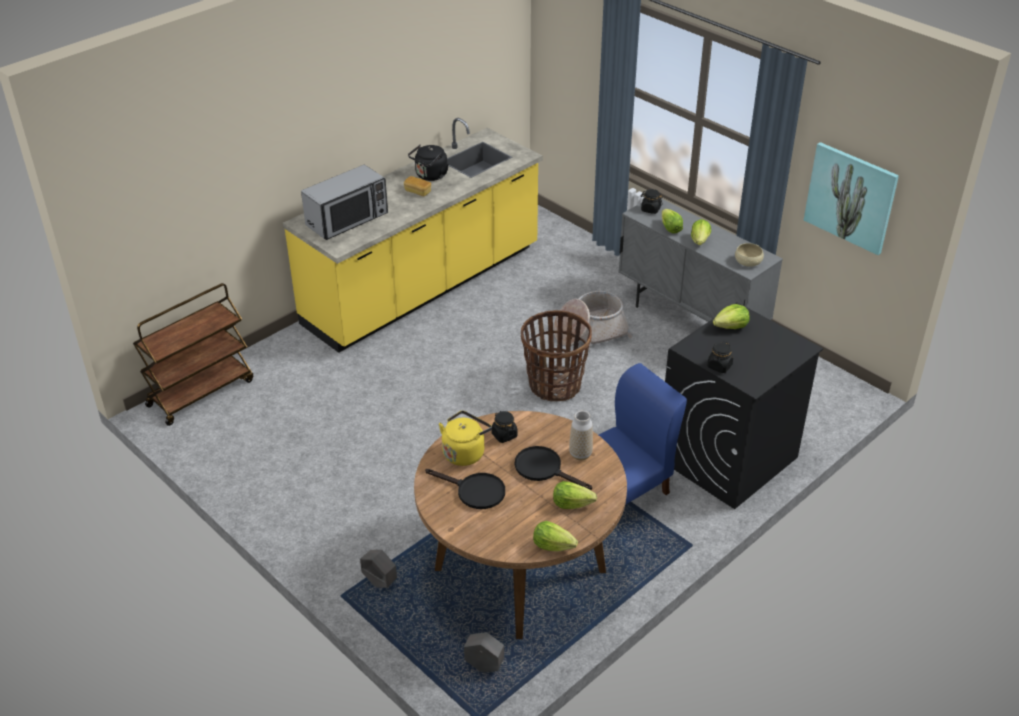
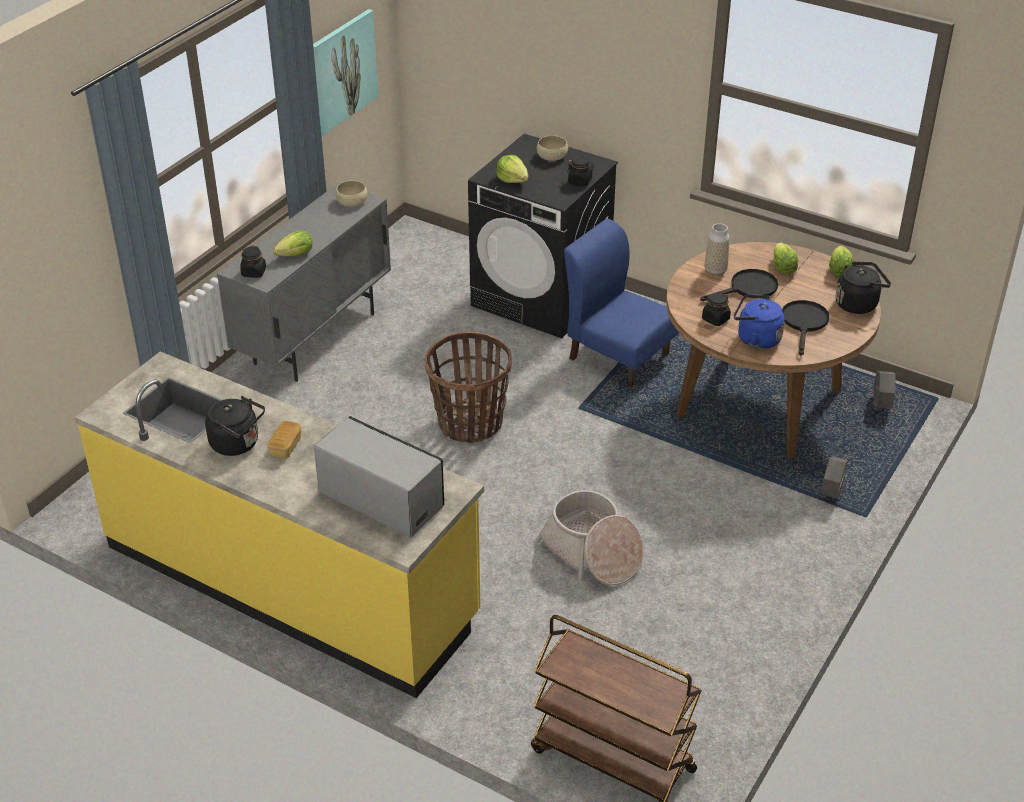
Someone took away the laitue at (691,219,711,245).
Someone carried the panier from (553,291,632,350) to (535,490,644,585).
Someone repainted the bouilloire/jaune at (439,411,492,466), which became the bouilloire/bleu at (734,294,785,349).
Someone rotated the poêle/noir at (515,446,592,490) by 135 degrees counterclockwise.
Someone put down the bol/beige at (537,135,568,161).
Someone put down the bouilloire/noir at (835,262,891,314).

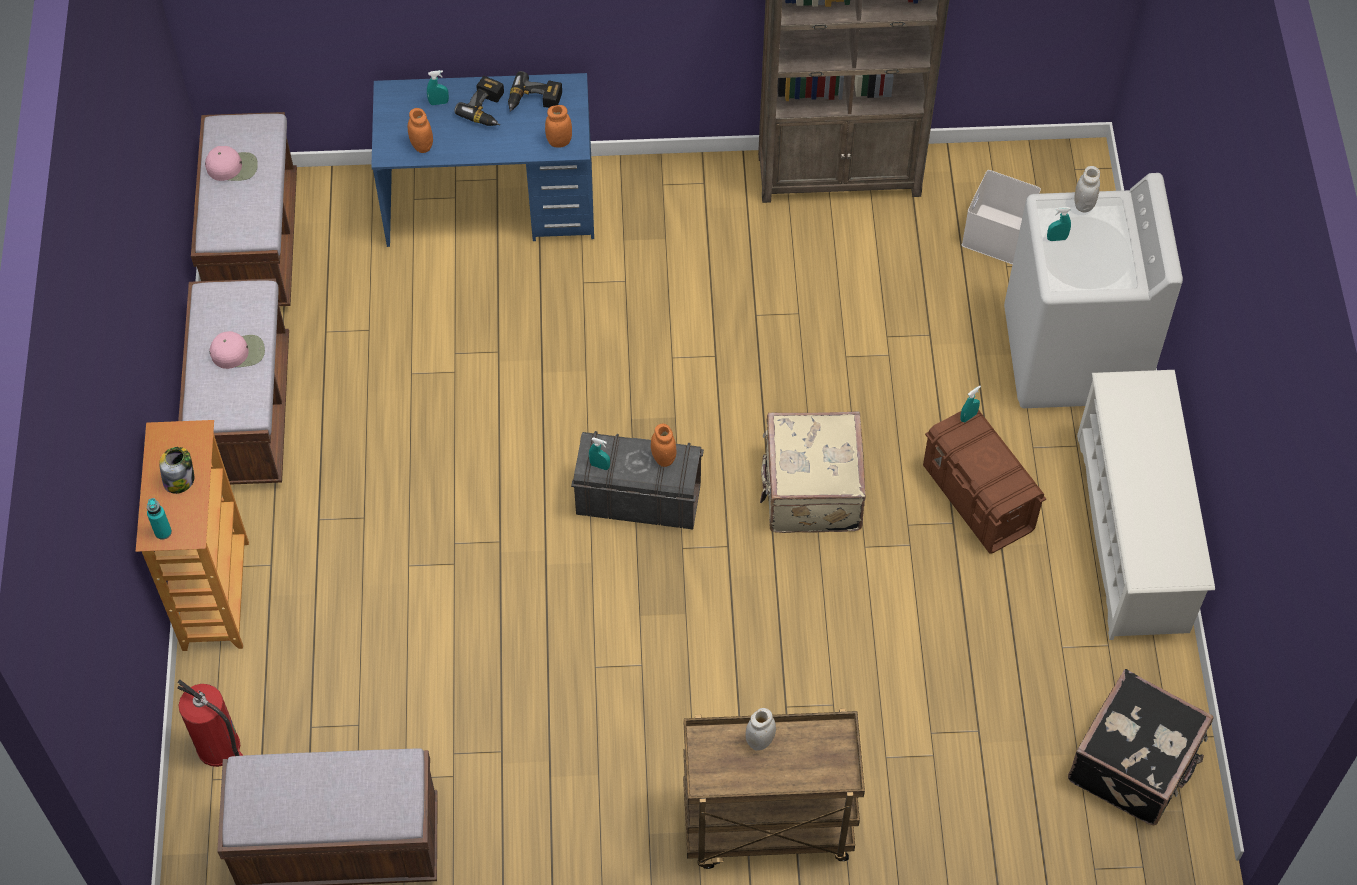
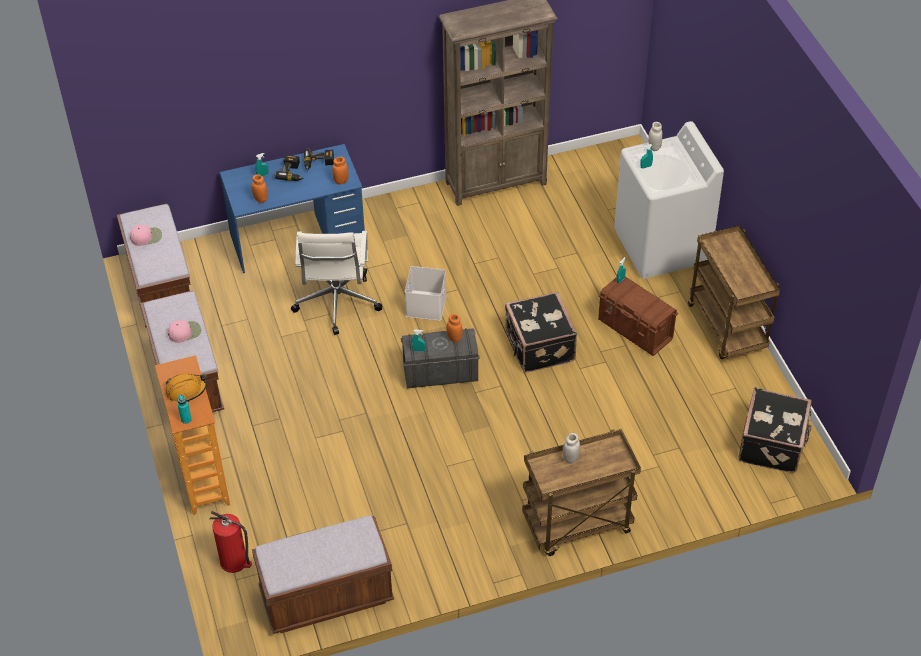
Someone carried the boîte de rangement/blanc from (962,170,1041,264) to (405,266,447,321).
Someone swapped the étagère à chaussures/blanc at (1077,370,1215,640) for the chariot/marron at (688,225,780,359).
Someone repainted the valise/beige at (760,412,866,533), which became the valise/noir at (505,292,577,372).
Someone swapped the bocal at (159,447,194,494) for the casque de chantier/orange at (165,373,207,402).
Someone put down the chaise de bureau/blanc at (291,231,382,335).

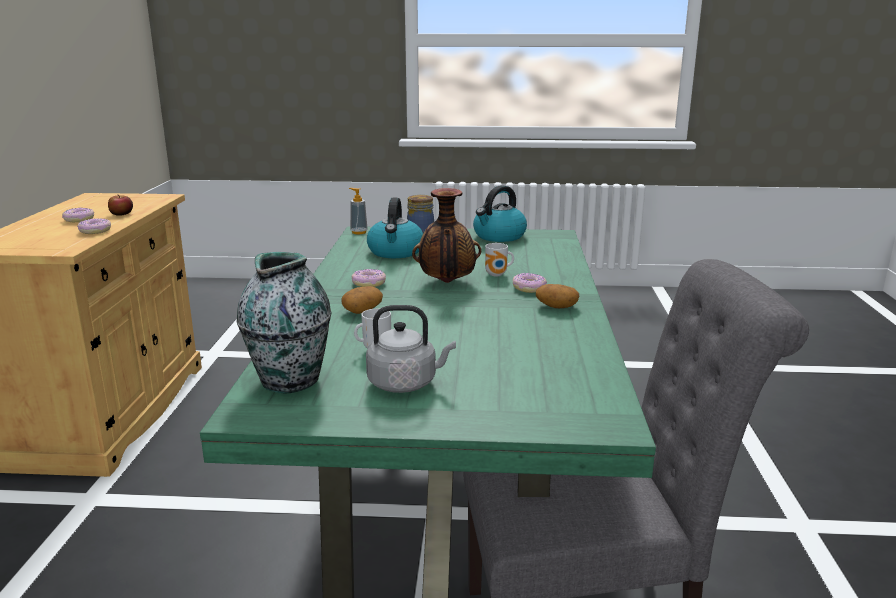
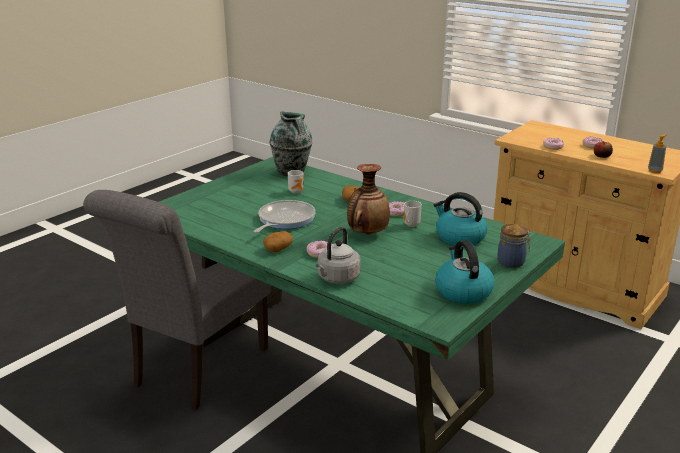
Someone carried the distributeur de savon from (349,188,368,234) to (648,134,666,173).
Someone carried the mug from (485,243,514,276) to (404,201,422,227).
Someone carried the bouilloire/gris from (366,305,456,393) to (316,227,361,284).
Someone put down the poêle at (253,200,316,233).

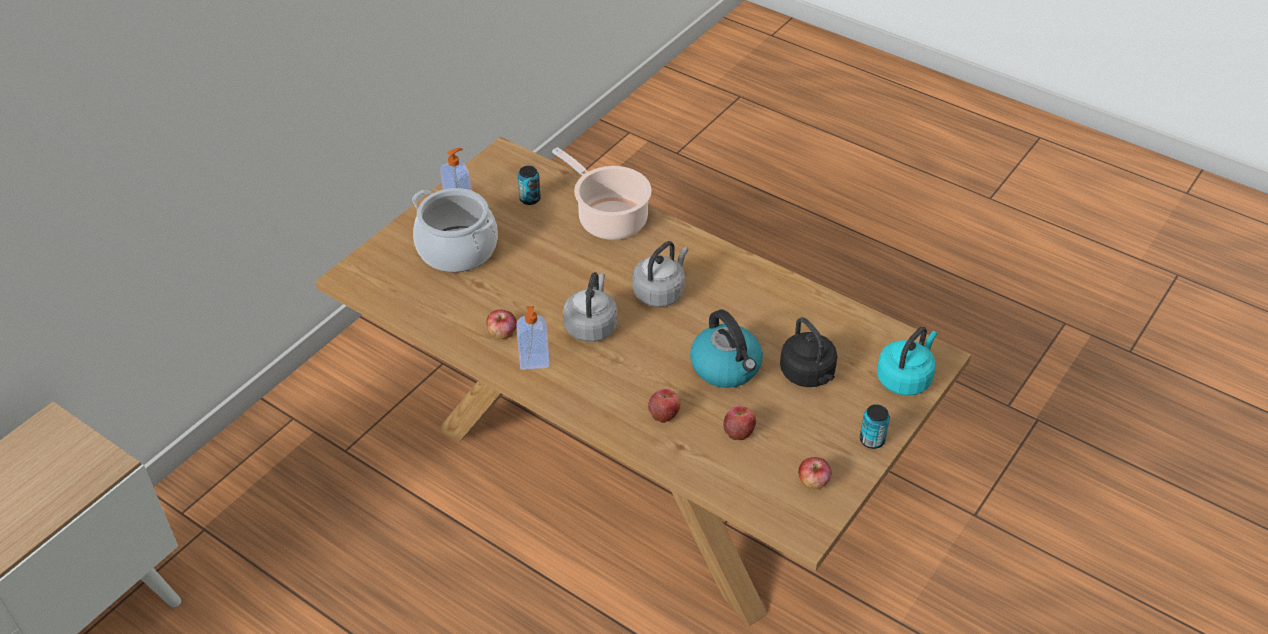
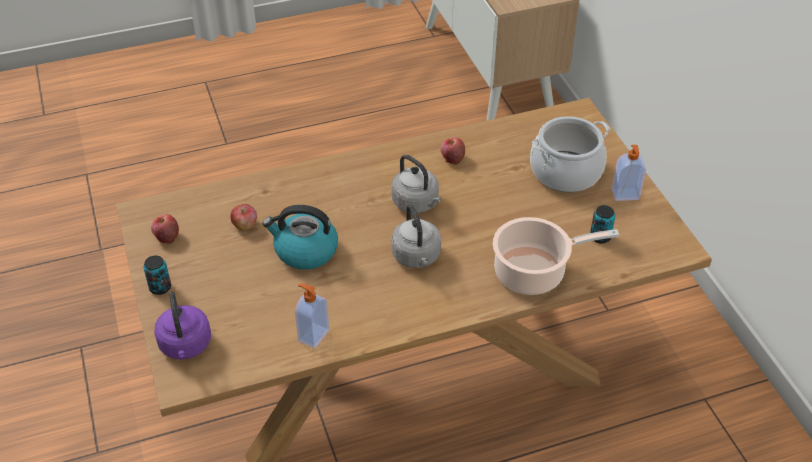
Someone carried the distributeur de savon from (516,306,550,370) to (295,284,329,349).
Someone took away the bouilloire/noir at (780,317,837,387).
Someone repainted the bouilloire/turquoise at (877,327,937,396), which became the bouilloire/violet at (154,291,211,360).
Someone took away the pomme at (648,389,681,423).

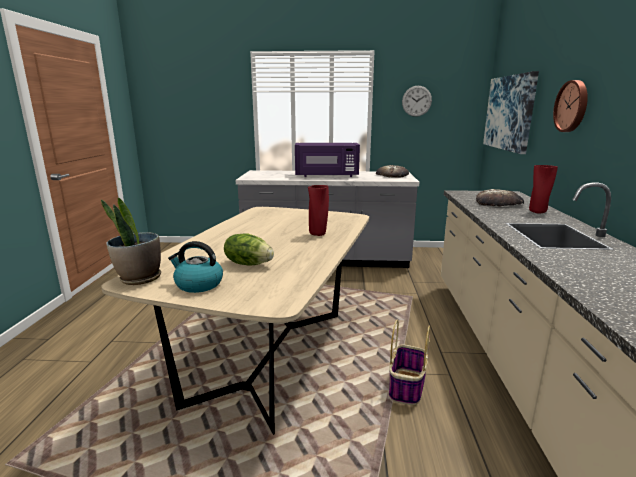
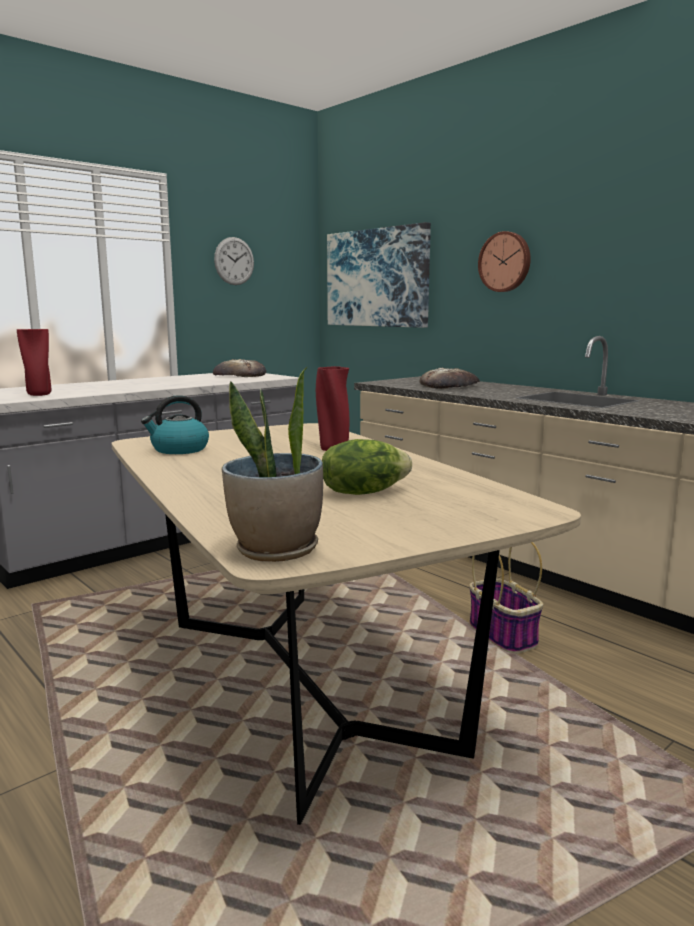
Someone took away the micro-ondes/violet at (295,143,360,177).
Someone carried the vase/rouge from (529,165,558,213) to (17,329,52,396).
Someone carried the bouilloire from (168,241,223,293) to (141,395,209,454).

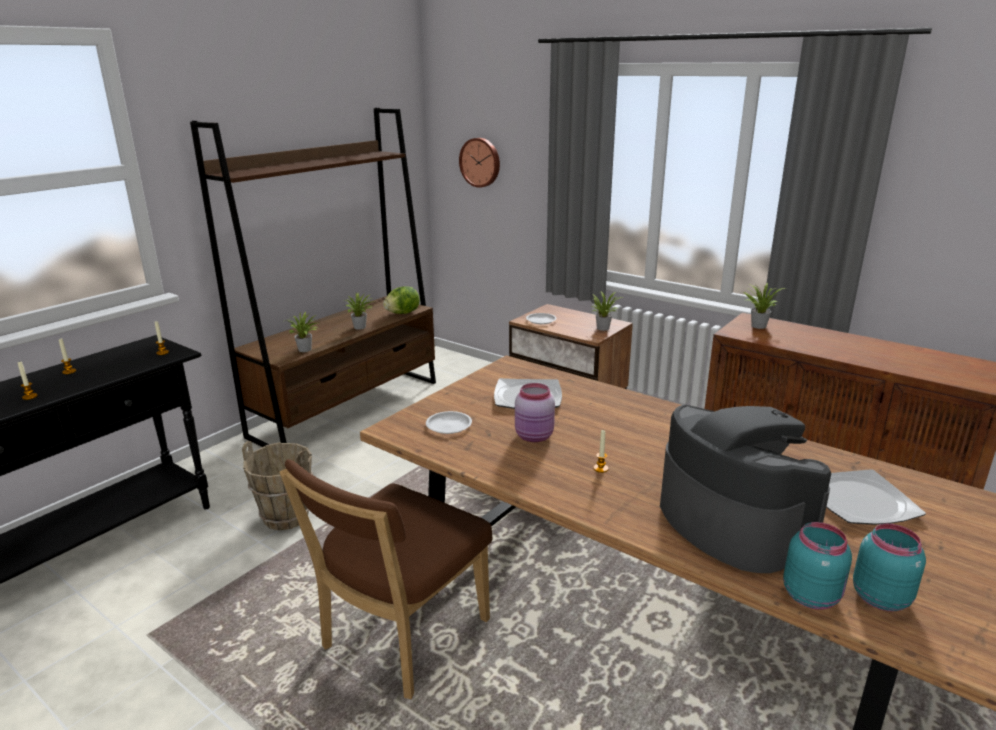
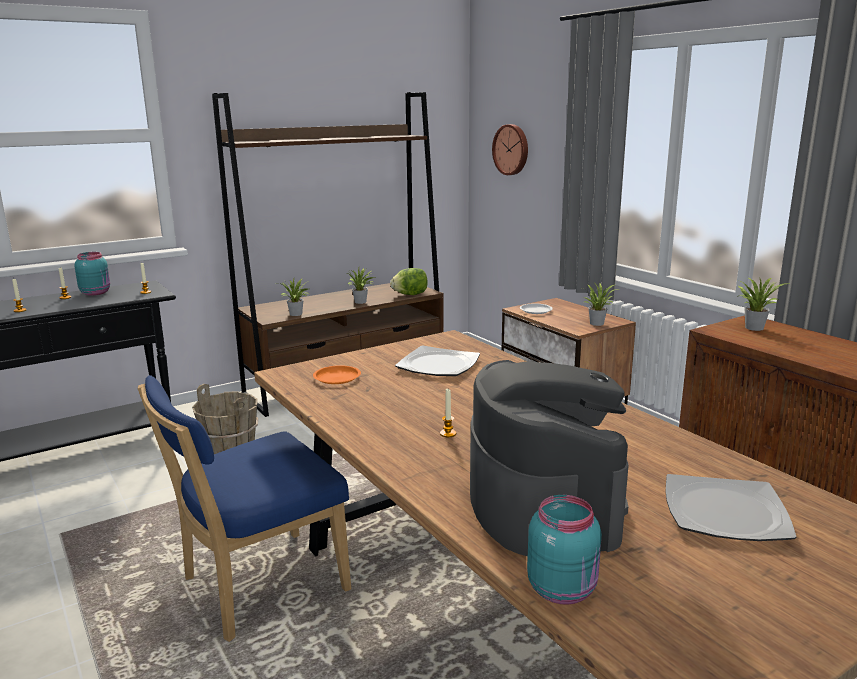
Someone took away the bocal/rose at (515,383,555,442).
Someone repainted the assiette/blanc at (426,411,472,434), which became the assiette/orange at (313,365,361,384).
Someone repainted the chaise/marron at (279,459,493,699), which became the chaise/bleu at (138,375,351,642).
Someone carried the bocal/turquoise from (853,524,926,612) to (75,252,110,295).

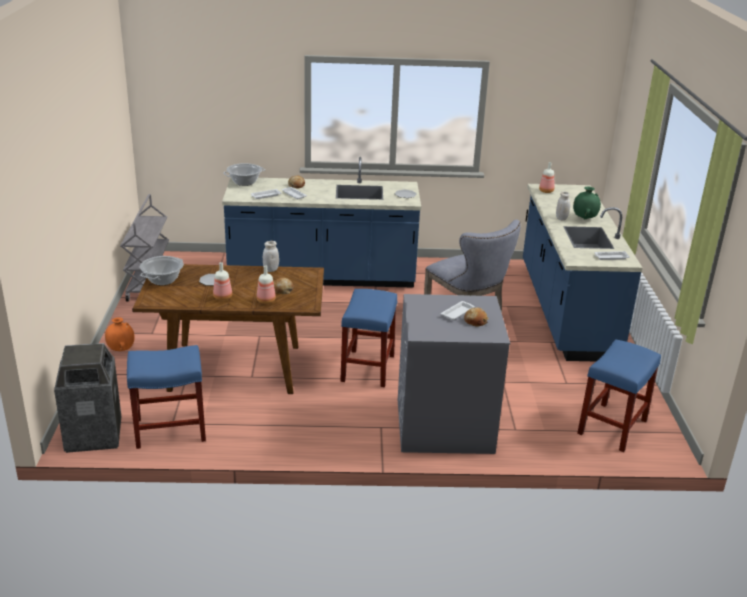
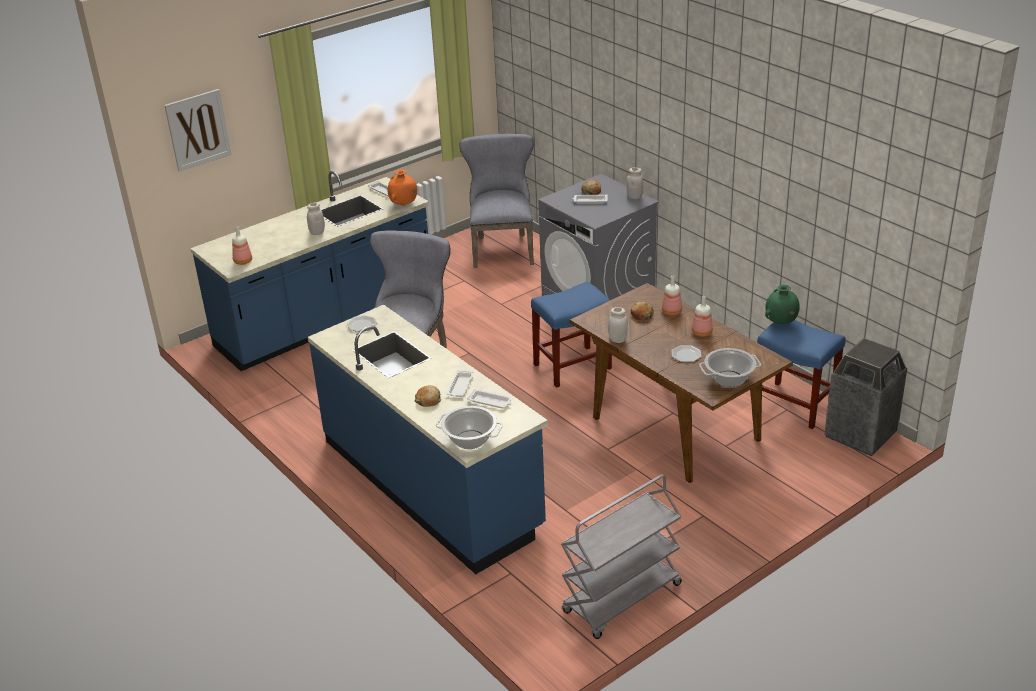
Someone carried the vase/vert from (573,187,601,219) to (765,285,800,324).
Someone carried the vase/orange from (105,317,135,351) to (388,170,417,206).
Someone swapped the tabouret/bleu at (577,339,661,452) for the chaise/gris at (459,134,534,268).
Someone put up the tableau at (164,89,231,172).
Someone put down the bocal/blanc at (627,168,643,199).

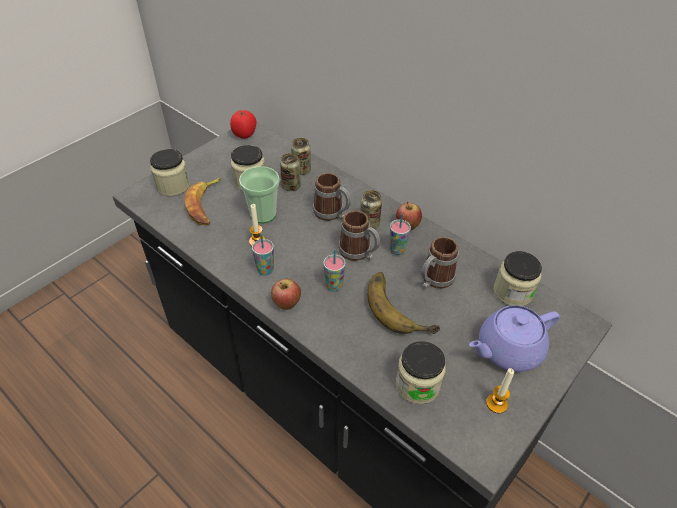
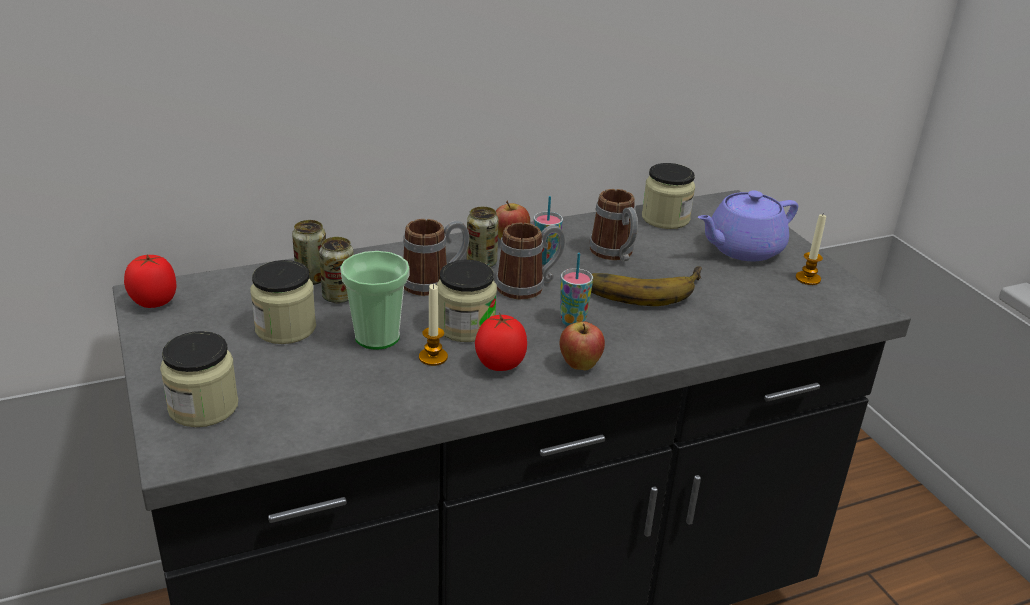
Someone took away the banane at (184,178,222,225).
Someone swapped the tasse at (252,234,274,276) for the tomate at (475,313,527,371).
Someone rotated the théière/violet at (469,305,560,372) by 60 degrees clockwise.
Someone carried the bocal from (396,341,446,404) to (437,260,497,342).

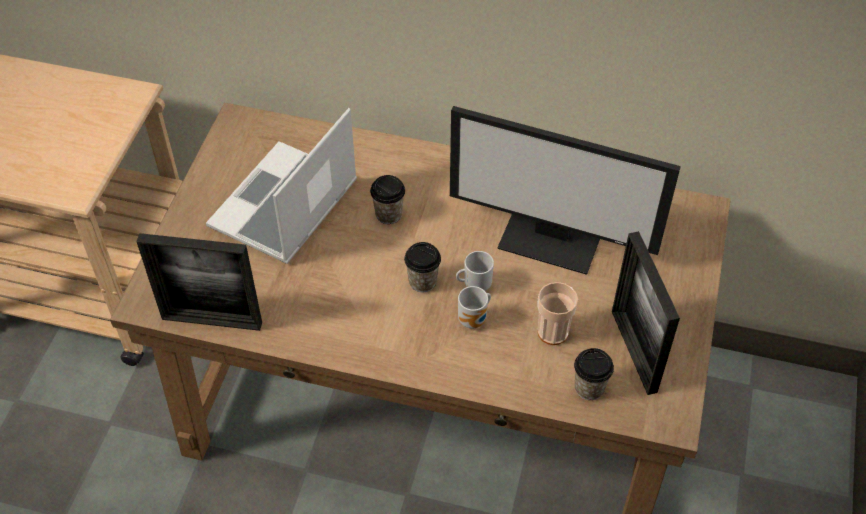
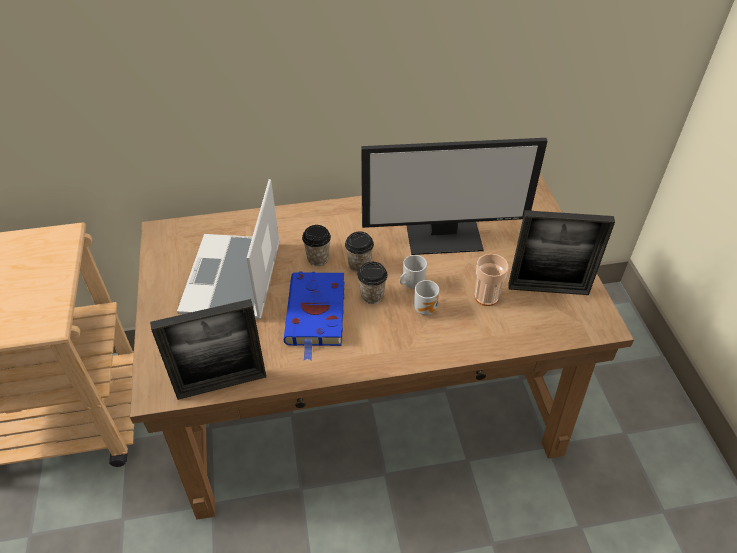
Someone rotated the cadre photo at (612,231,680,395) by 45 degrees counterclockwise.
Someone carried the tasse from (574,348,614,400) to (345,232,374,273).
Someone put down the livre/bleu at (284,272,344,360).

